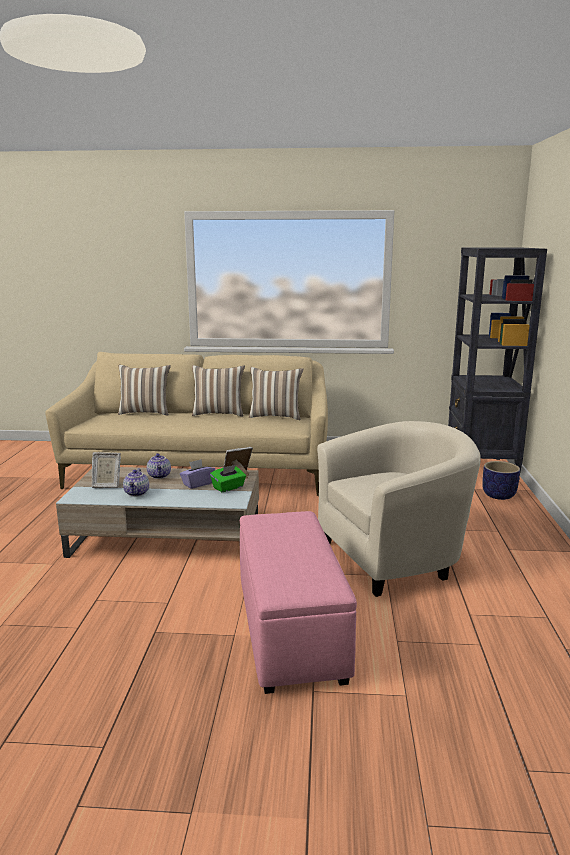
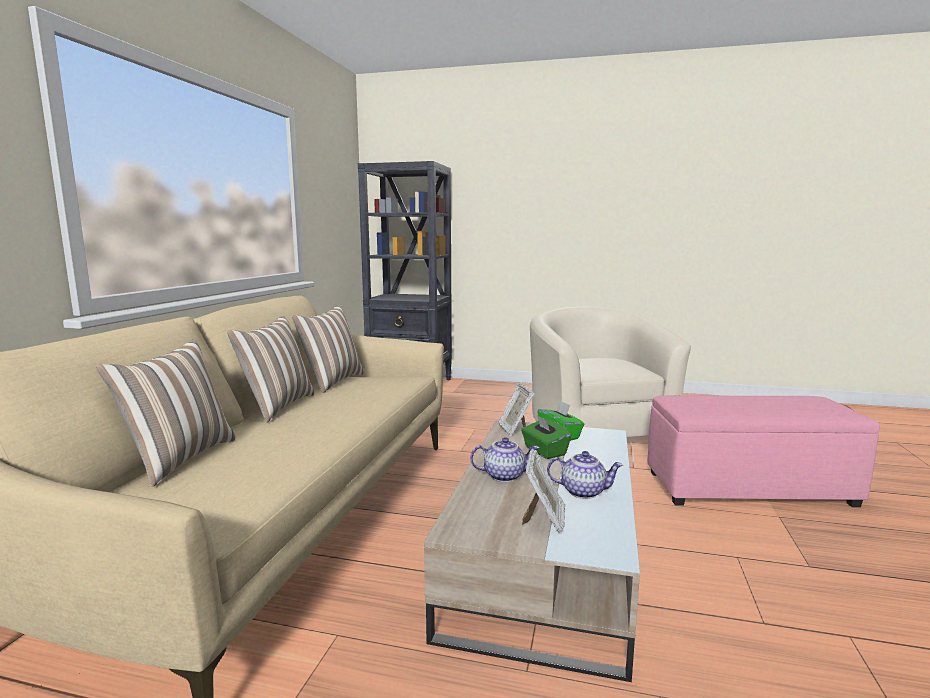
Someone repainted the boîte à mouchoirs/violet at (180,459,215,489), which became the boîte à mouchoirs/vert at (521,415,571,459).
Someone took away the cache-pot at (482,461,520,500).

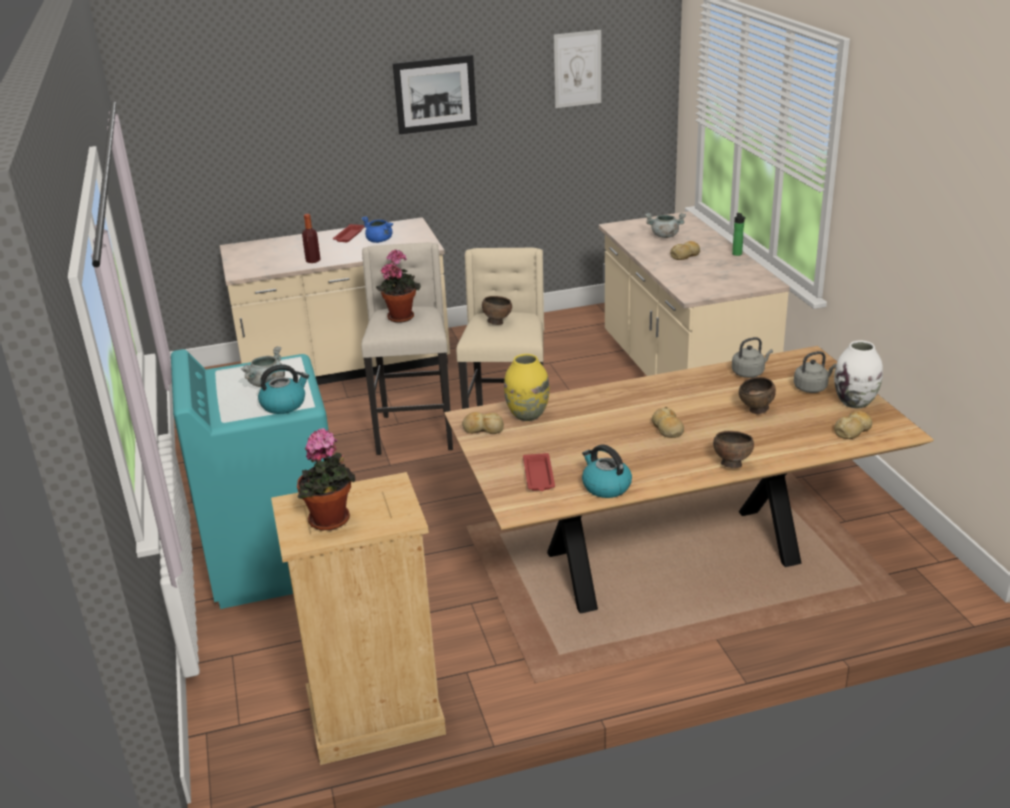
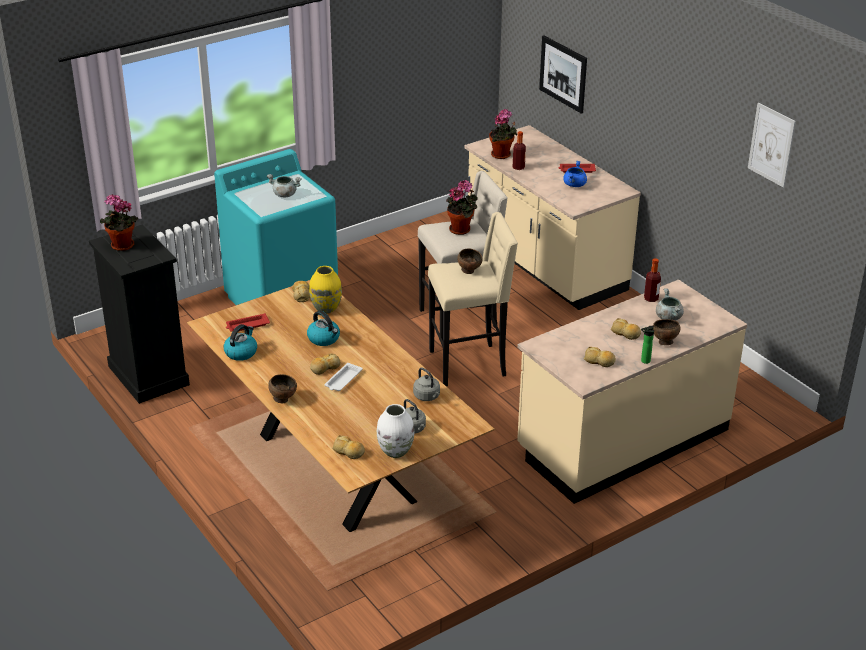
Someone carried the tableau from (393,55,477,134) to (539,35,587,114).
Someone carried the bouilloire from (258,364,309,414) to (307,311,340,346).
Someone carried the bol/marron from (739,377,776,414) to (653,319,680,345).
Someone repainted the commode/beige at (271,472,446,765), which became the commode/noir at (89,225,190,404).
Someone put down the plante en pot at (489,109,517,159).
Someone put down the bouteille at (644,258,661,302).
Someone put down the pain at (584,347,616,367).
Someone put down the plateau/blanc at (324,363,363,391).

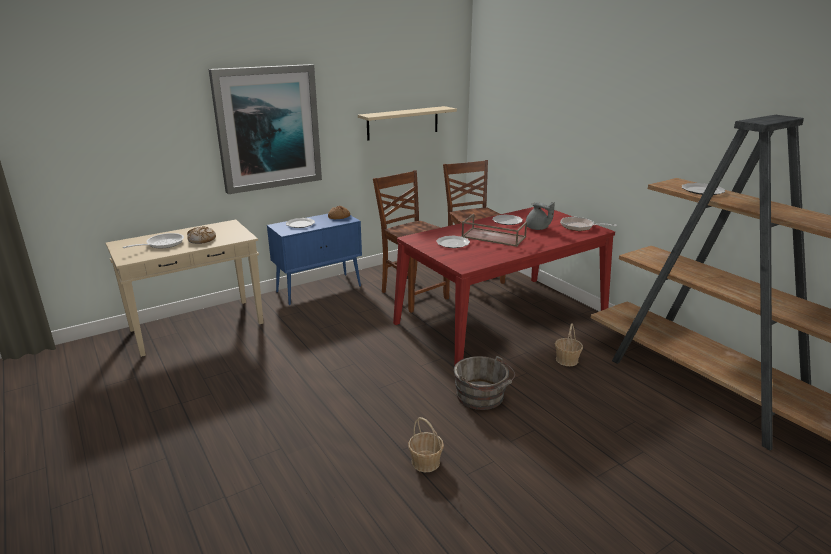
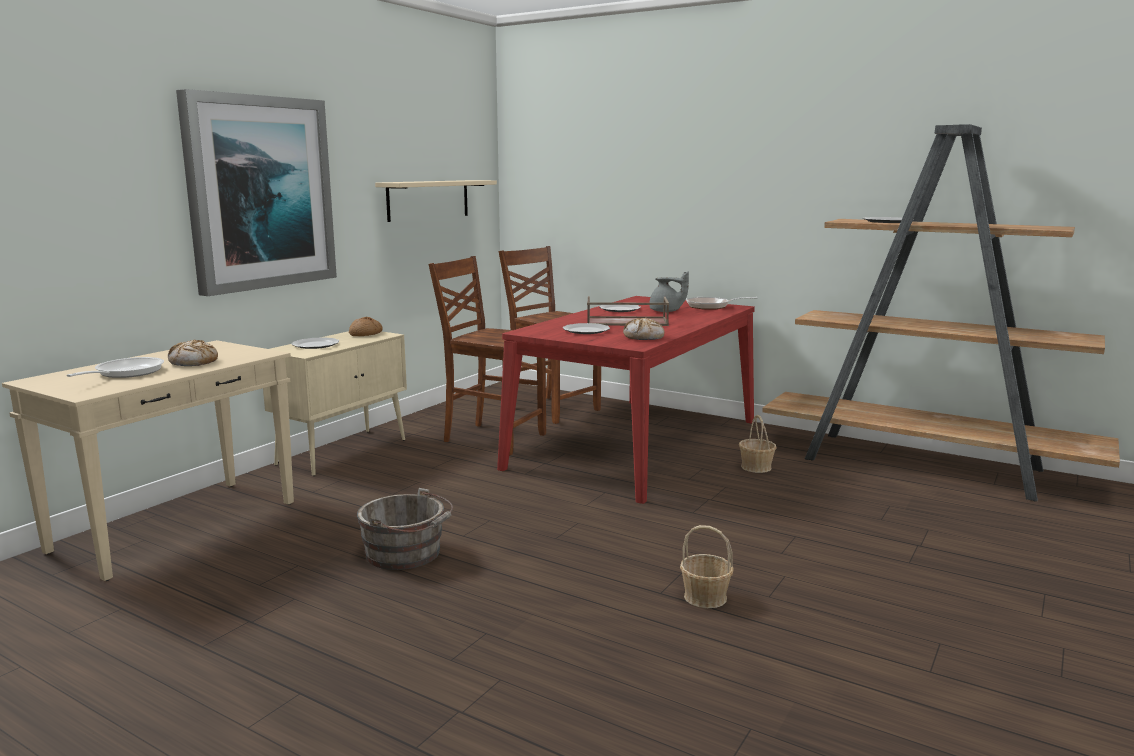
Someone repainted the meuble de rangement/bleu at (267,214,362,305), which became the meuble de rangement/beige at (263,331,407,476).
Someone carried the seau/gris from (454,356,515,410) to (357,488,453,570).
Someone put down the pain at (623,317,664,340).

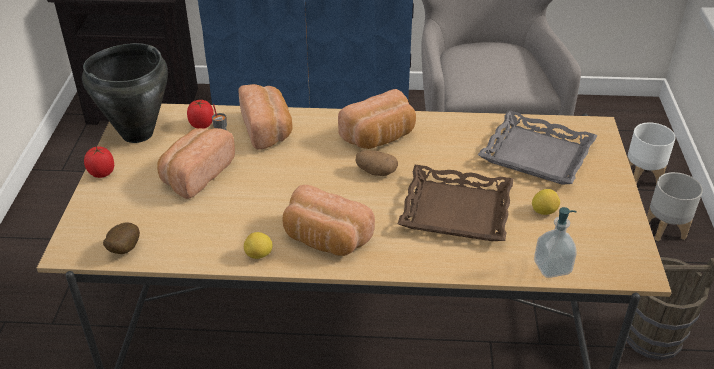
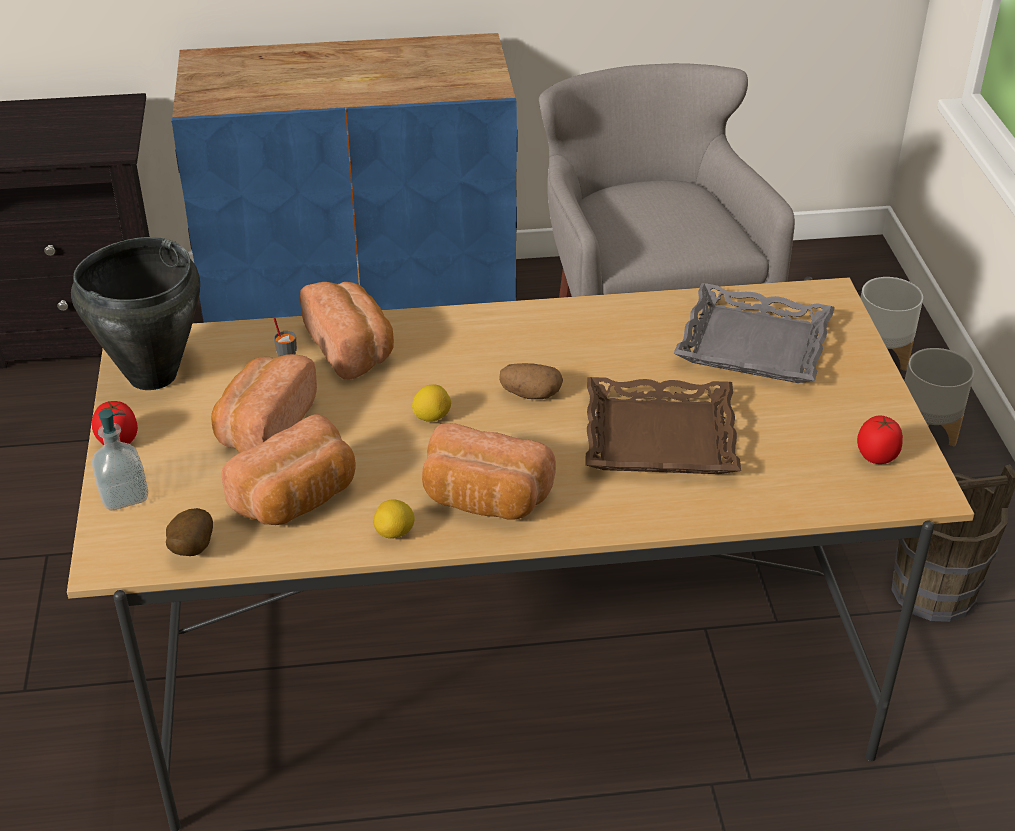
Someone carried the pain from (338,89,416,149) to (222,414,355,525).
Someone carried the tomate from (187,100,214,129) to (857,415,903,464).
Someone carried the citron from (532,189,560,215) to (412,384,451,422).
Someone carried the distributeur de savon from (534,207,577,278) to (91,409,148,510).

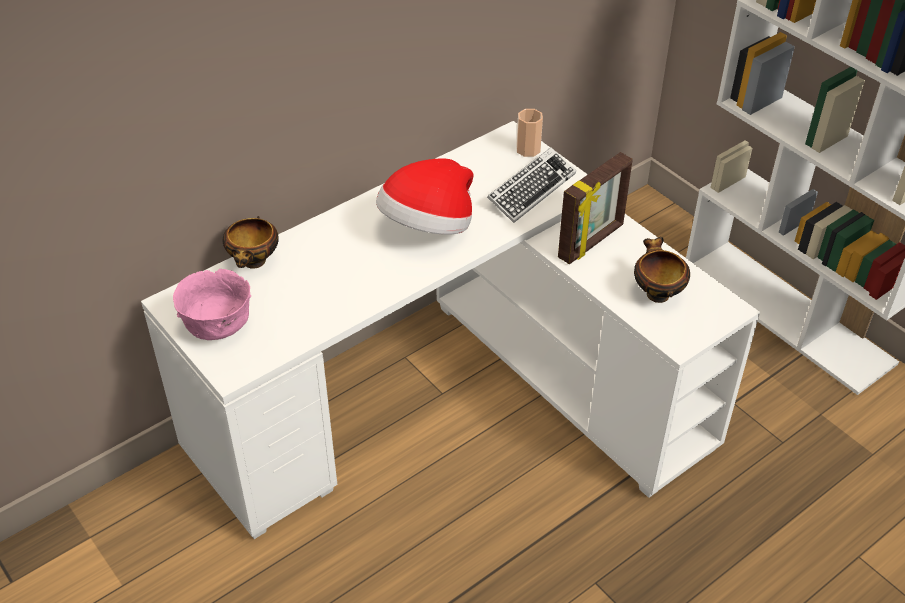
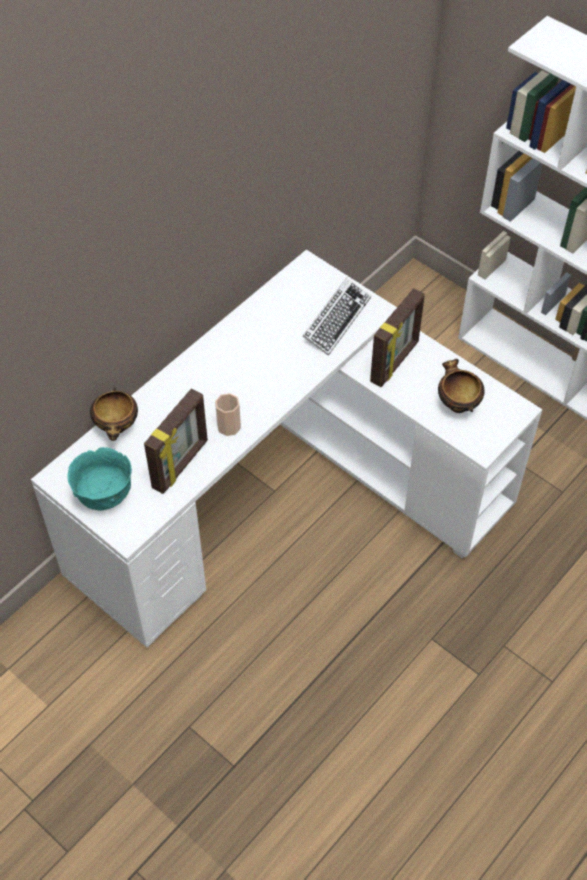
Someone carried the tasse from (516,109,543,157) to (215,393,241,436).
Someone took away the chapeau at (376,158,474,235).
Someone repainted the bol/rose at (173,269,251,340), which became the bol/turquoise at (67,447,132,510).
Someone put down the cadre photo at (144,388,208,494).

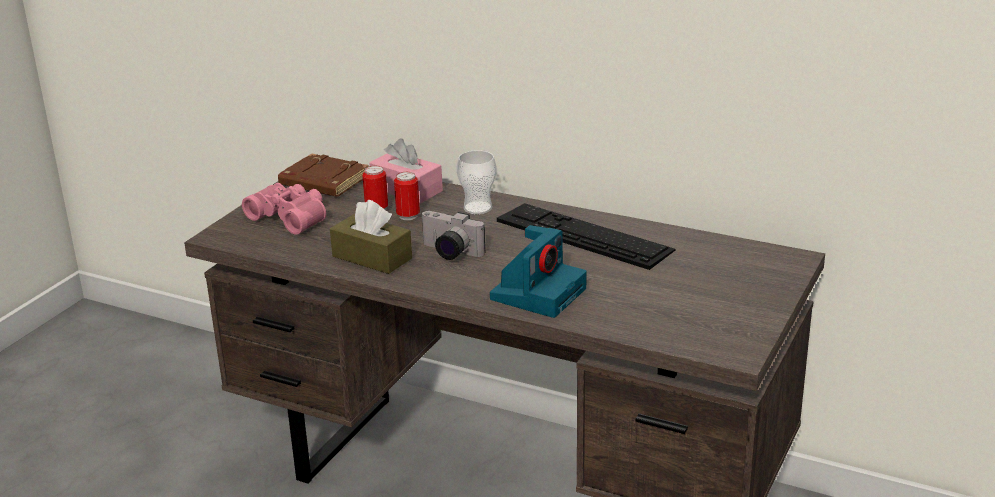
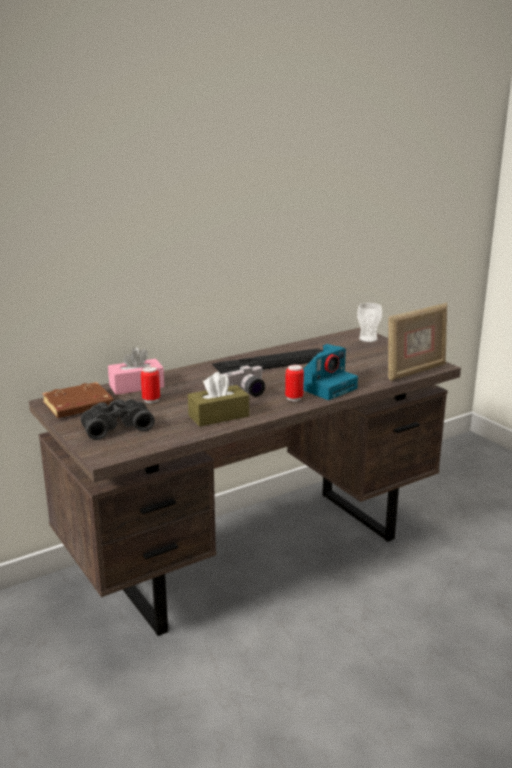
Someone carried the tasse from (457,150,497,214) to (357,303,382,342).
Someone carried the boîte métallique from (394,172,420,220) to (285,365,304,401).
Someone repainted the jumelles/rose at (242,183,326,235), which became the jumelles/noir at (81,399,155,440).
Someone rotated the appareil photo at (490,225,587,318) by 75 degrees clockwise.
Someone put down the cadre photo at (388,302,447,381).

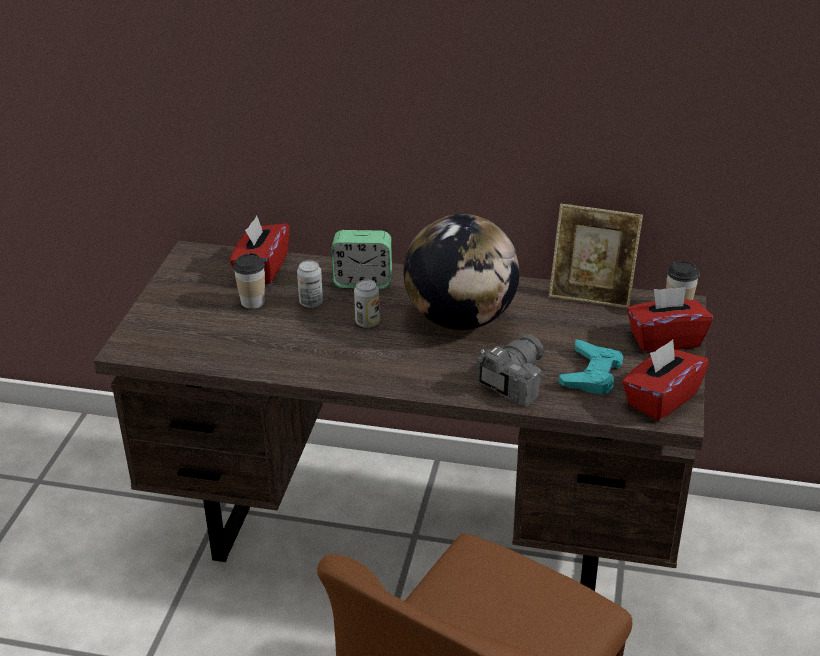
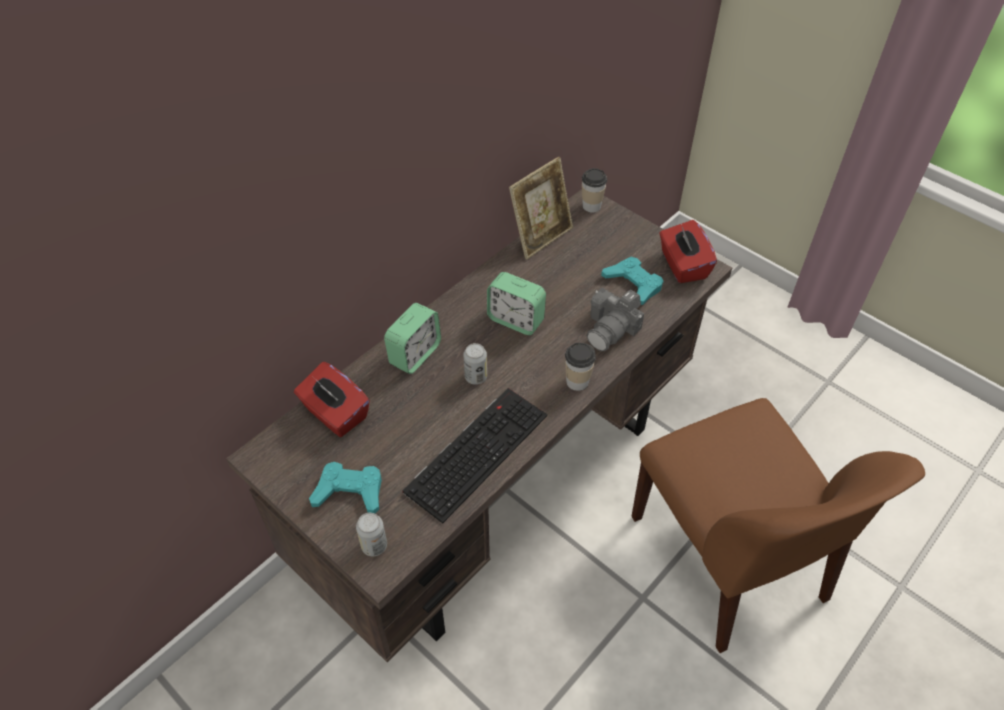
Someone swapped the globe at (403,214,520,330) for the réveil at (487,272,546,335).
Someone carried the tasse from (233,253,265,309) to (565,343,596,391).
Someone carried the boîte métallique from (297,260,323,308) to (356,513,387,556).
Someone took away the boîte à mouchoirs/rouge at (627,287,713,353).
Someone rotated the appareil photo at (476,334,544,407) by 120 degrees counterclockwise.
Someone put down the clavier at (403,388,547,524).
Someone put down the manette/turquoise at (309,462,382,514).

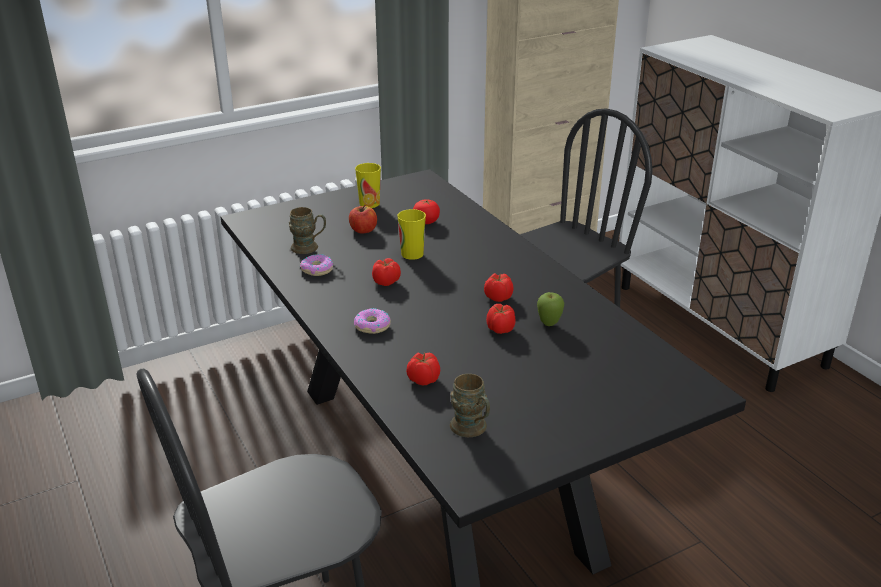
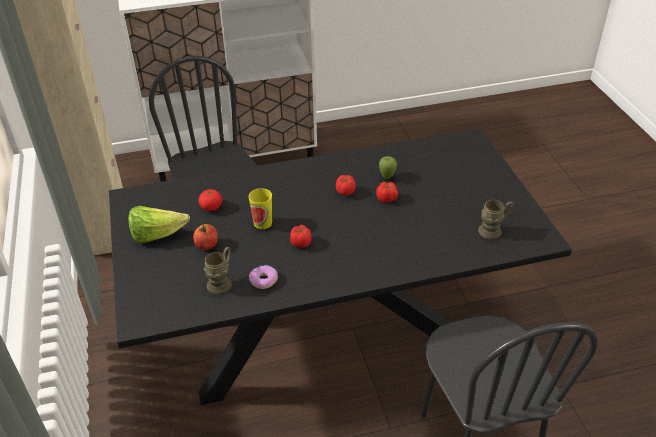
Someone swapped the tasse at (355,163,381,208) for the laitue at (128,206,190,243).
Someone took away the beignet at (354,308,391,334).
Someone took away the tomate at (406,352,440,385).

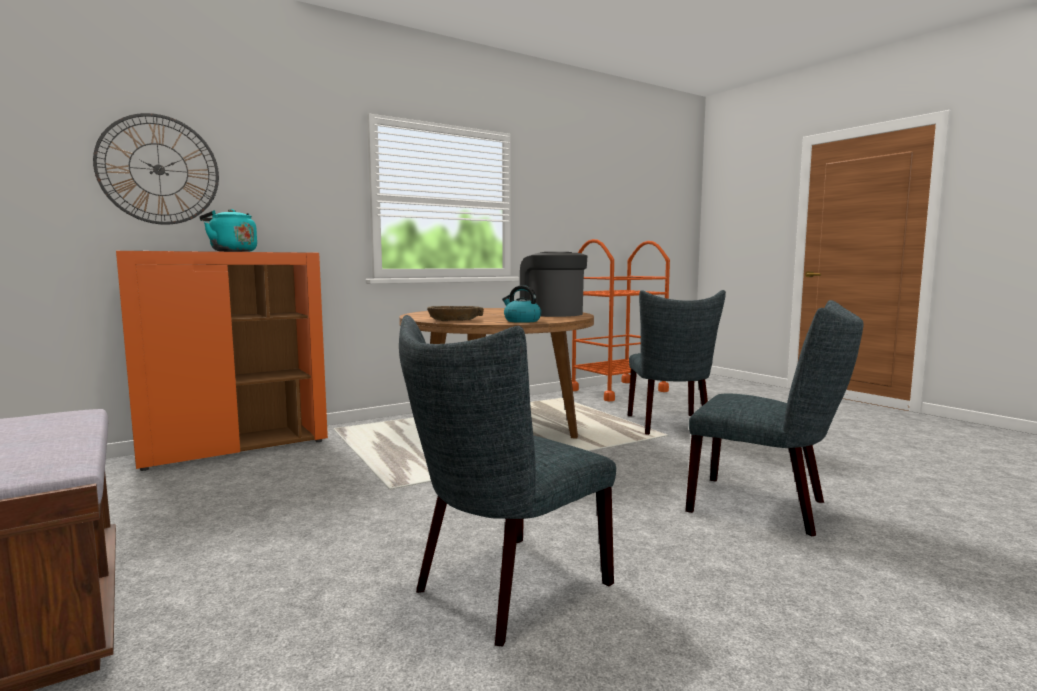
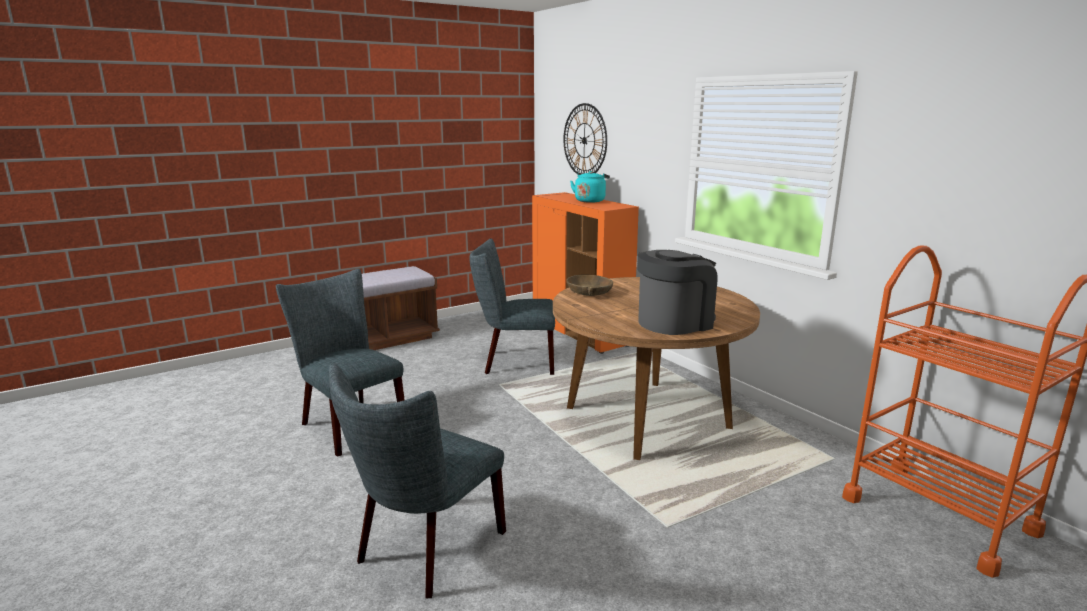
Someone took away the bouilloire at (502,285,541,323).
Someone carried the chaise/gris from (628,290,726,435) to (469,238,555,375).

